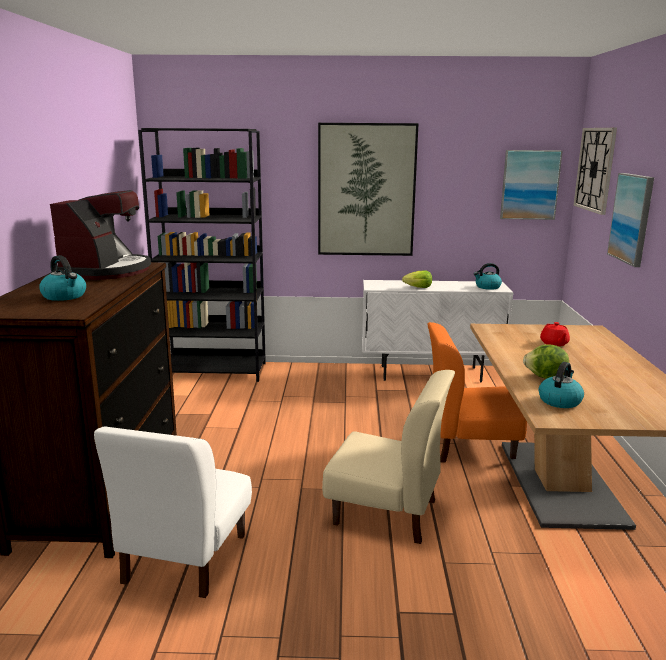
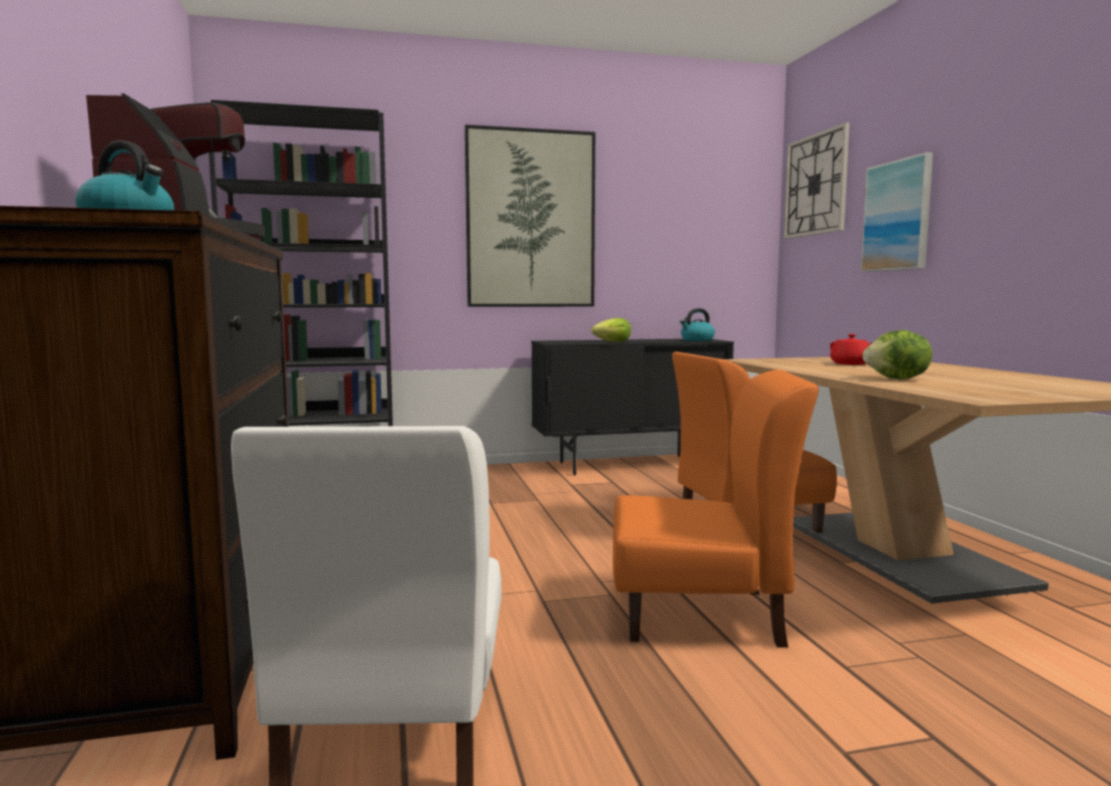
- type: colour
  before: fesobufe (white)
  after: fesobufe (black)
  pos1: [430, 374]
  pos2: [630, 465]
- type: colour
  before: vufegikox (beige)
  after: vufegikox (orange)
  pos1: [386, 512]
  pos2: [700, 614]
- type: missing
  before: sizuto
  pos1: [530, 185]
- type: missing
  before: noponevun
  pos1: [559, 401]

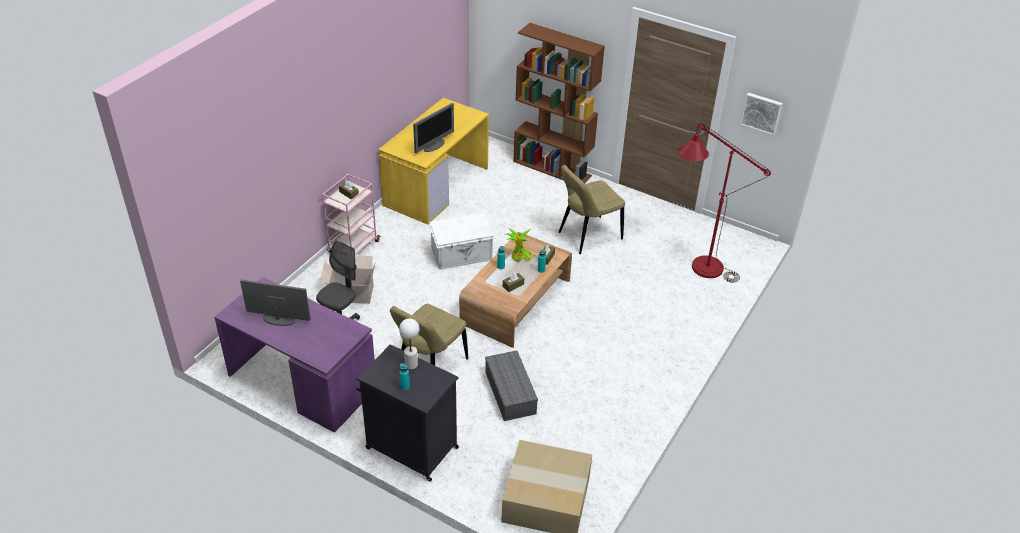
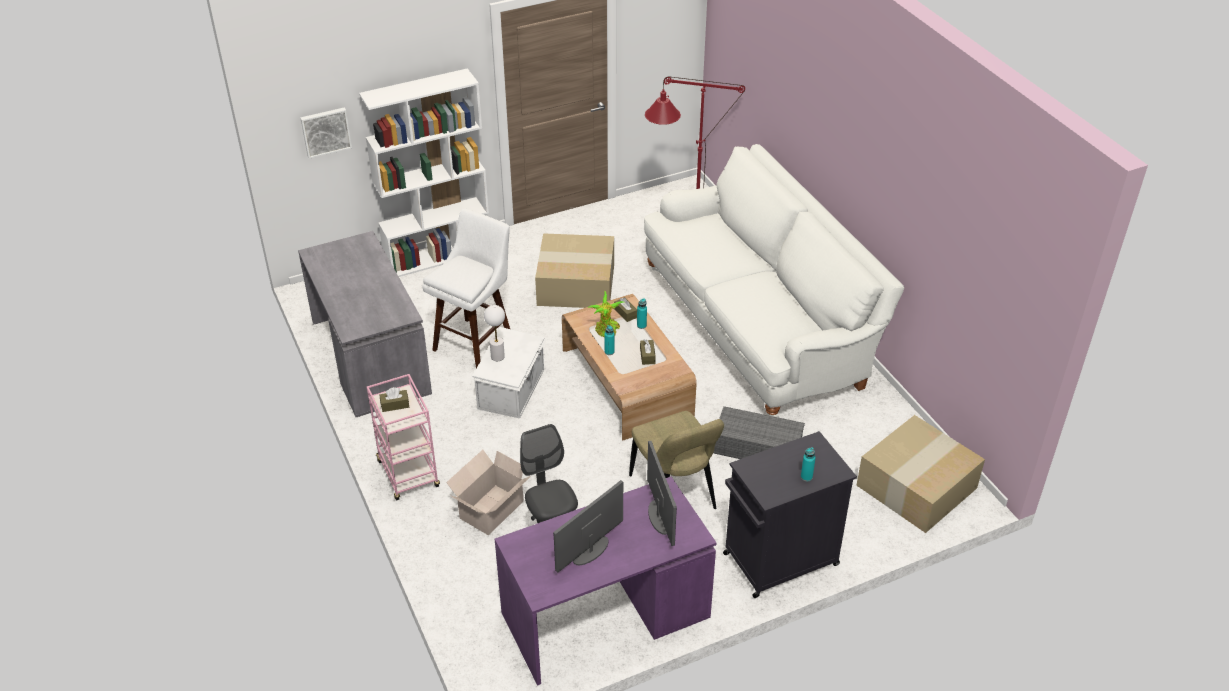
- type: colour
  before: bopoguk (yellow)
  after: bopoguk (grey)
  pos1: [436, 186]
  pos2: [369, 357]
- type: relocated
  before: sizuto
  pos1: [761, 113]
  pos2: [325, 131]
- type: colour
  before: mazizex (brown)
  after: mazizex (white)
  pos1: [552, 168]
  pos2: [438, 256]
- type: appeared
  after: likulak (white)
  pos2: [475, 342]
- type: relocated
  before: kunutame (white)
  pos1: [411, 364]
  pos2: [497, 356]
- type: exchanged
  before: vufegikox (beige)
  after: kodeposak
  pos1: [587, 236]
  pos2: [574, 285]
- type: appeared
  after: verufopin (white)
  pos2: [757, 325]
- type: relocated
  before: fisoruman
  pos1: [434, 145]
  pos2: [659, 517]

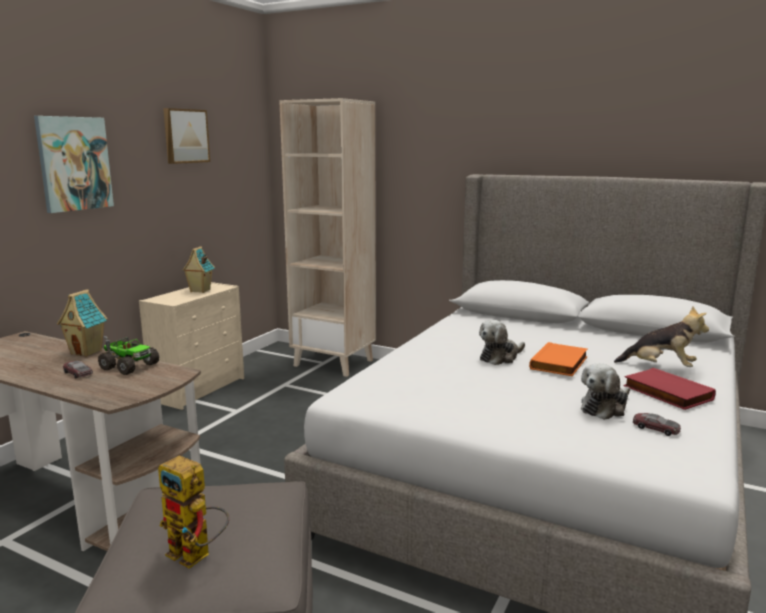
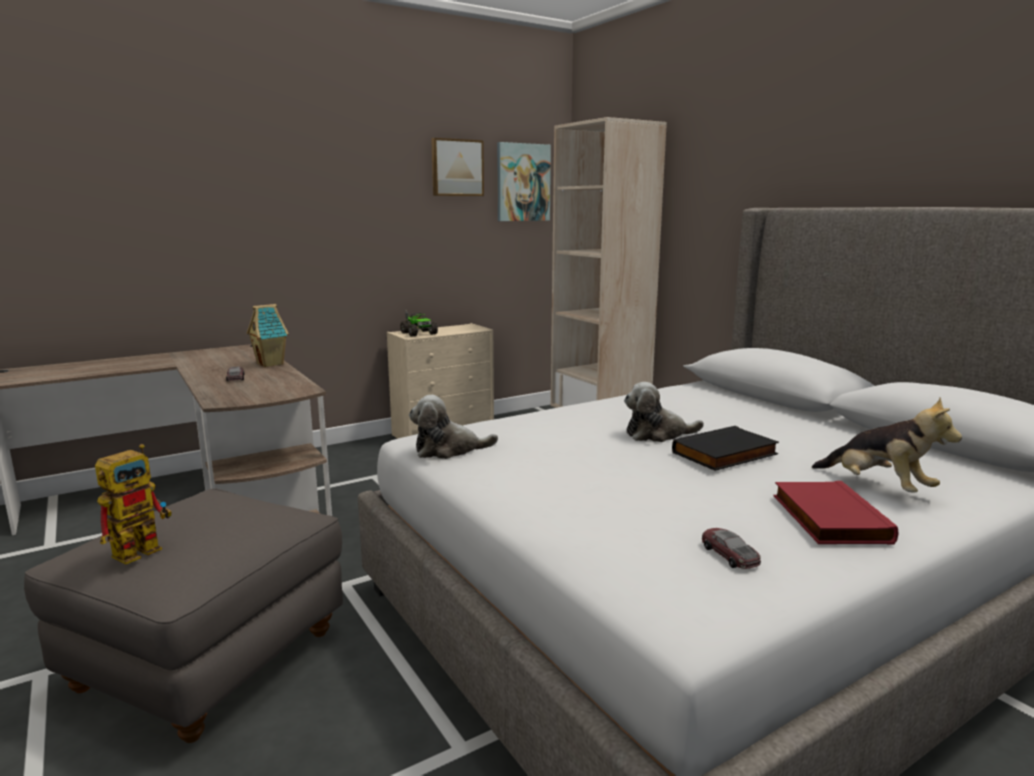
- type: spun
  before: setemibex
  pos1: [197, 556]
  pos2: [144, 548]
  turn: -120
- type: relocated
  before: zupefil
  pos1: [129, 366]
  pos2: [419, 333]
- type: relocated
  before: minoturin
  pos1: [605, 408]
  pos2: [448, 450]
- type: relocated
  before: sizuto
  pos1: [74, 163]
  pos2: [523, 182]
- type: colour
  before: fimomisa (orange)
  after: fimomisa (black)
  pos1: [560, 363]
  pos2: [725, 454]
- type: missing
  before: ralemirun
  pos1: [199, 291]

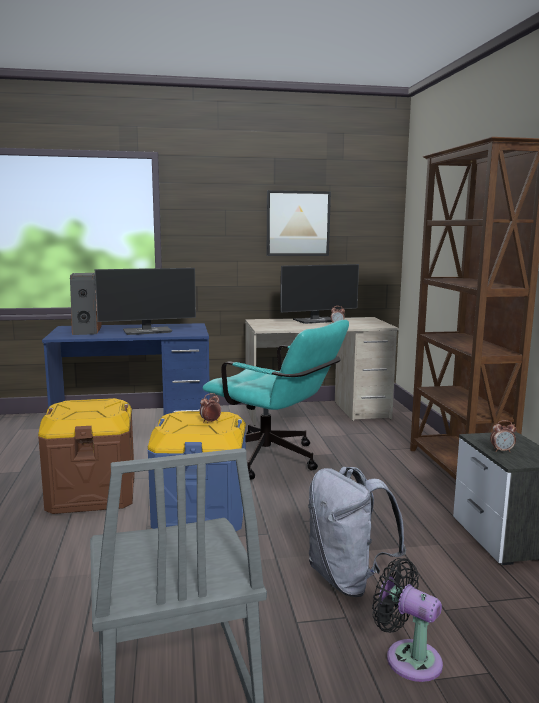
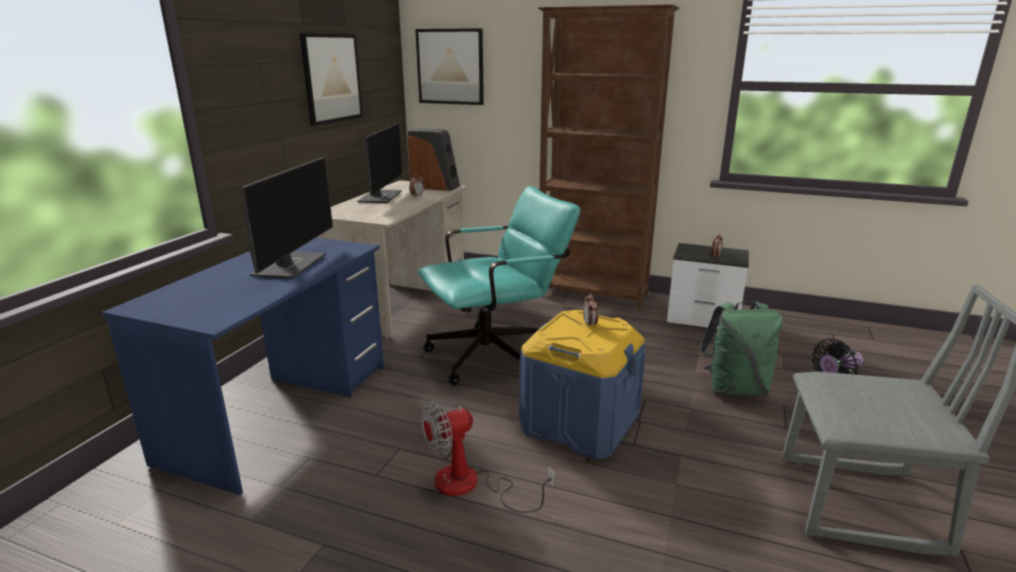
- type: relocated
  before: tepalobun
  pos1: [86, 330]
  pos2: [435, 186]
- type: appeared
  after: sizuto
  pos2: [450, 67]
- type: exchanged
  before: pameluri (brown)
  after: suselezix
  pos1: [92, 494]
  pos2: [471, 486]
- type: colour
  before: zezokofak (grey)
  after: zezokofak (green)
  pos1: [348, 579]
  pos2: [735, 388]

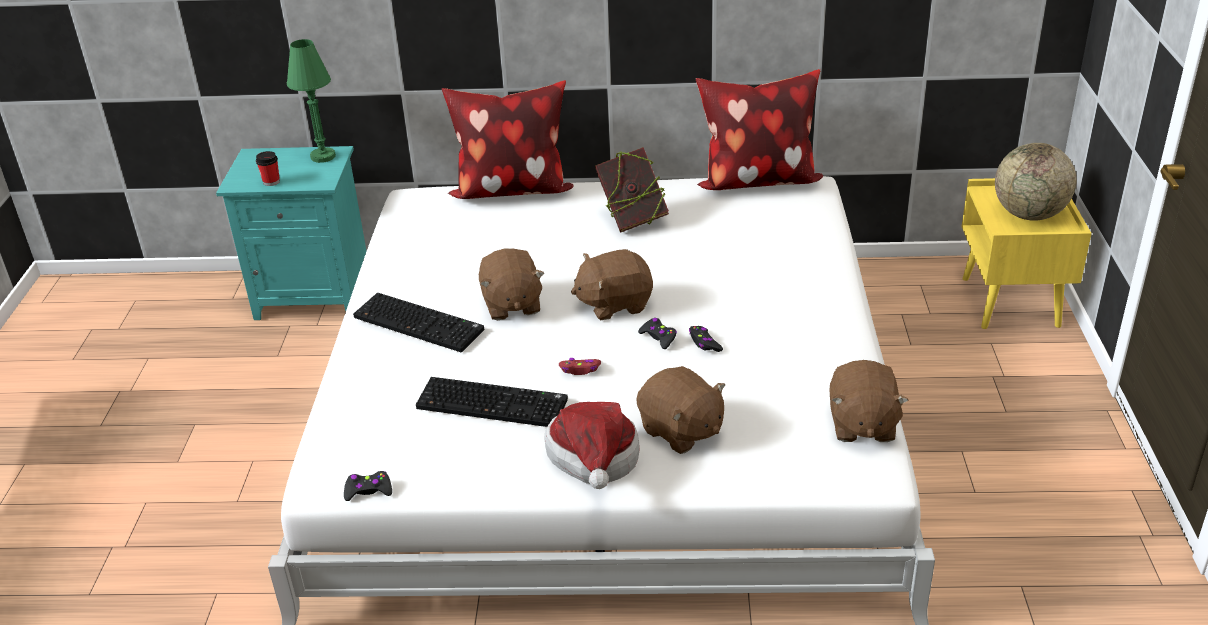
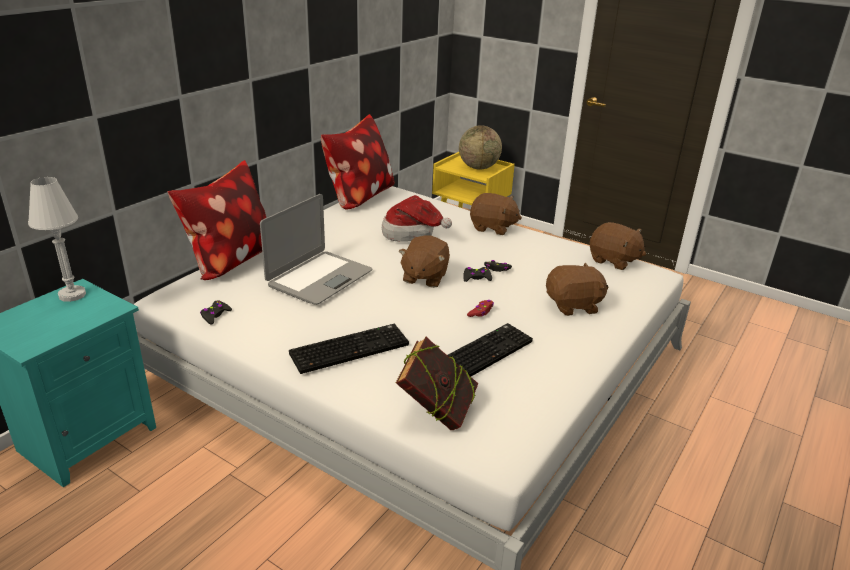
- type: colour
  before: kunutame (green)
  after: kunutame (white)
  pos1: [323, 156]
  pos2: [72, 295]
- type: relocated
  before: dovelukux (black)
  pos1: [368, 490]
  pos2: [215, 315]
- type: appeared
  after: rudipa
  pos2: [319, 278]
- type: relocated
  before: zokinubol
  pos1: [594, 462]
  pos2: [412, 233]
- type: relocated
  before: fimomisa
  pos1: [633, 220]
  pos2: [436, 413]
- type: relocated
  before: minoturin (brown)
  pos1: [511, 305]
  pos2: [492, 228]
- type: missing
  before: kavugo
  pos1: [271, 182]

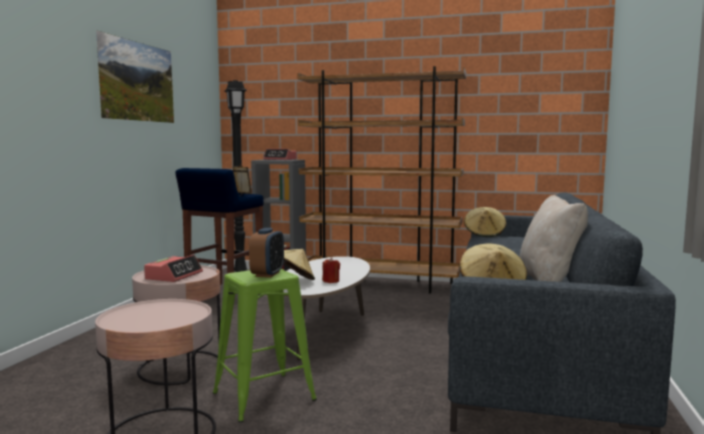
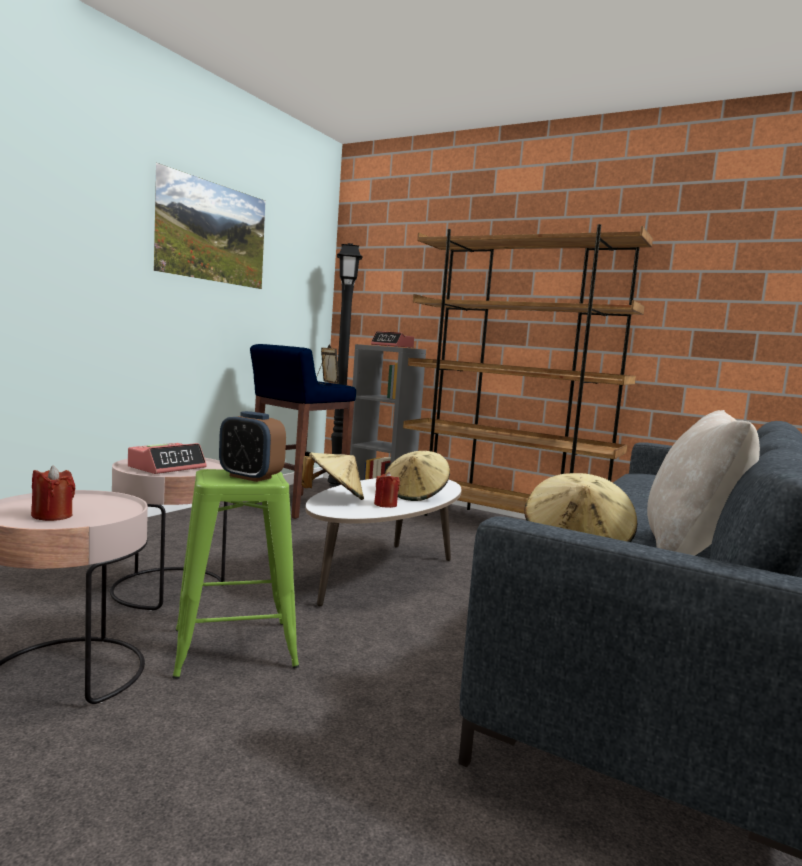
- type: appeared
  after: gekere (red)
  pos2: [52, 516]
- type: spun
  before: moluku
  pos1: [267, 274]
  pos2: [250, 477]
  turn: 90
- type: relocated
  before: zokinubol (beige)
  pos1: [484, 234]
  pos2: [415, 495]

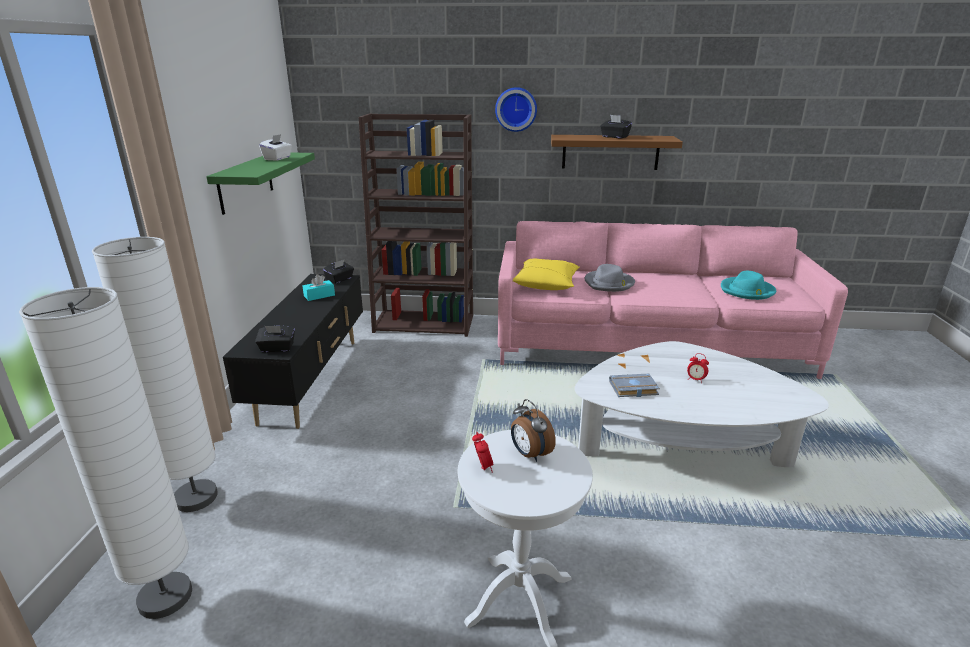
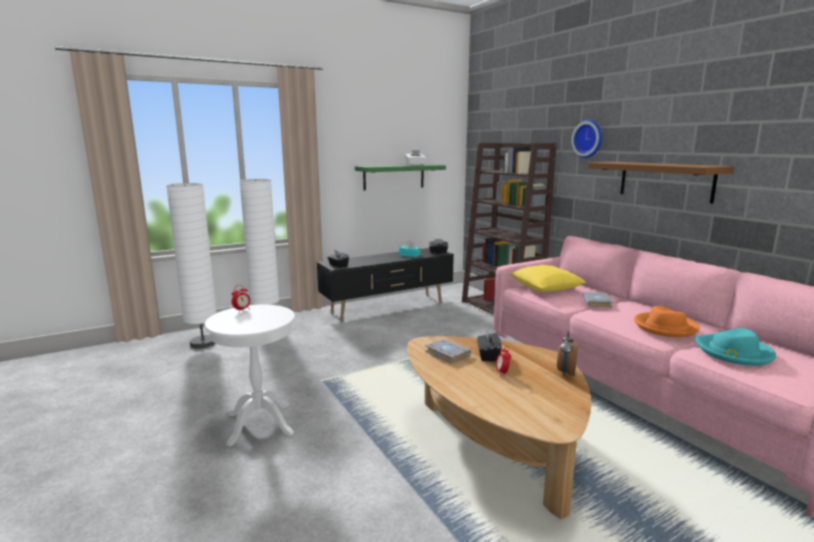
- type: colour
  before: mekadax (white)
  after: mekadax (brown)
  pos1: [681, 450]
  pos2: [494, 446]
- type: relocated
  before: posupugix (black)
  pos1: [614, 137]
  pos2: [488, 355]
- type: relocated
  before: moluku
  pos1: [529, 454]
  pos2: [565, 373]
- type: exchanged
  before: zokinubol (grey)
  after: fimomisa (grey)
  pos1: [609, 283]
  pos2: [598, 303]
- type: appeared
  after: zokinubol (orange)
  pos2: [665, 327]

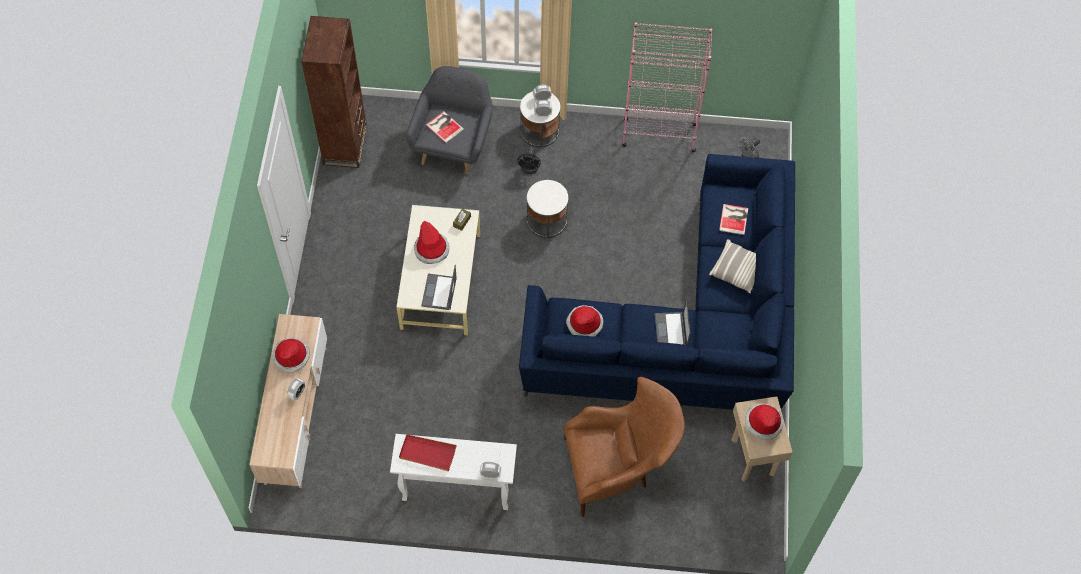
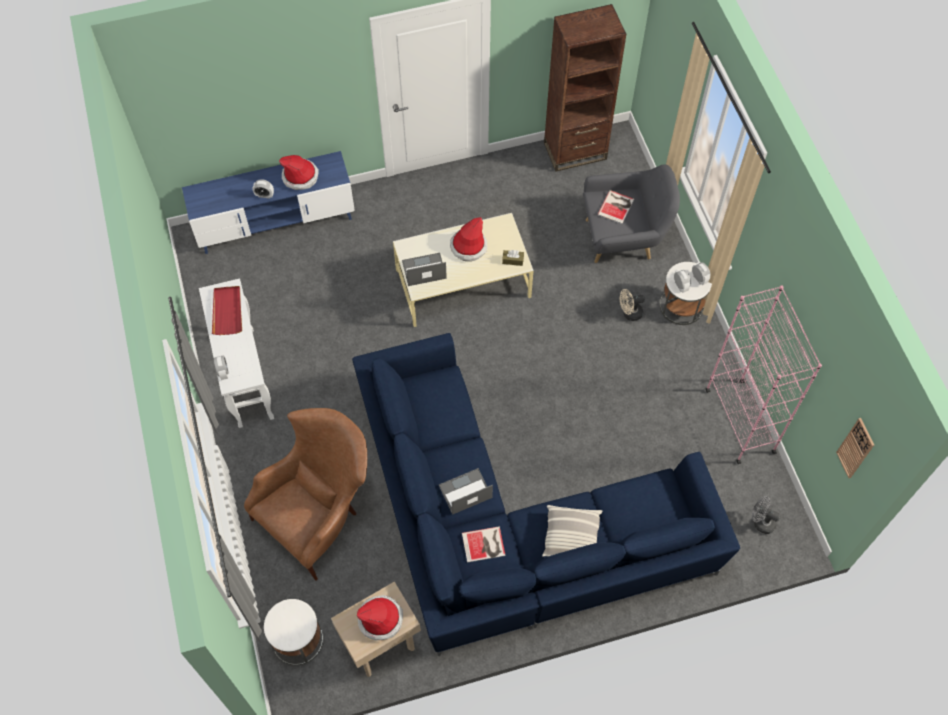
- type: colour
  before: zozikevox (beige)
  after: zozikevox (blue)
  pos1: [295, 414]
  pos2: [275, 222]
- type: spun
  before: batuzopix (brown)
  pos1: [618, 468]
  pos2: [319, 513]
  turn: -105
- type: relocated
  before: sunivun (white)
  pos1: [547, 220]
  pos2: [297, 640]
- type: relocated
  before: fimomisa
  pos1: [734, 219]
  pos2: [484, 545]
- type: colour
  before: suselezix (black)
  after: suselezix (beige)
  pos1: [529, 169]
  pos2: [629, 313]
- type: appeared
  after: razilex
  pos2: [855, 448]
- type: missing
  before: zokinubol
  pos1: [584, 324]

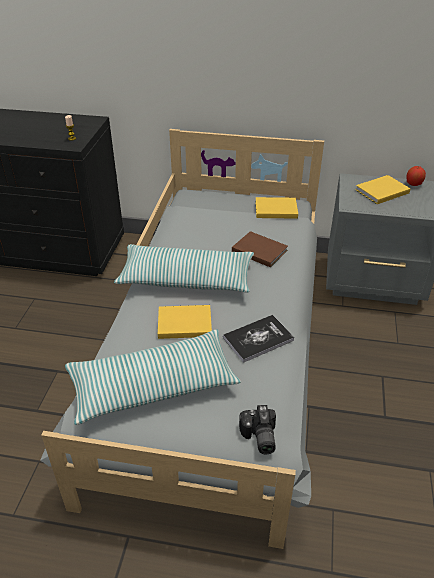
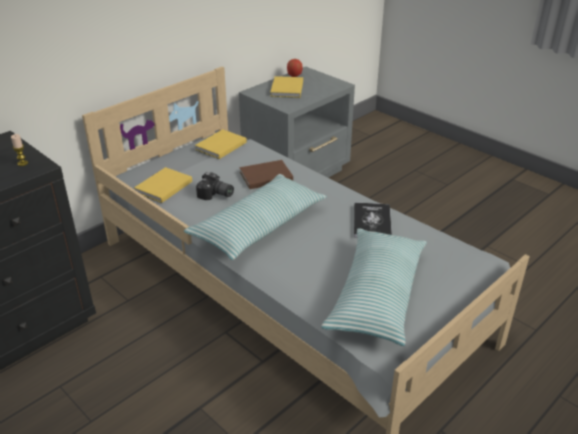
- type: relocated
  before: fimomisa (yellow)
  pos1: [183, 323]
  pos2: [162, 187]
- type: relocated
  before: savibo
  pos1: [258, 437]
  pos2: [215, 195]

